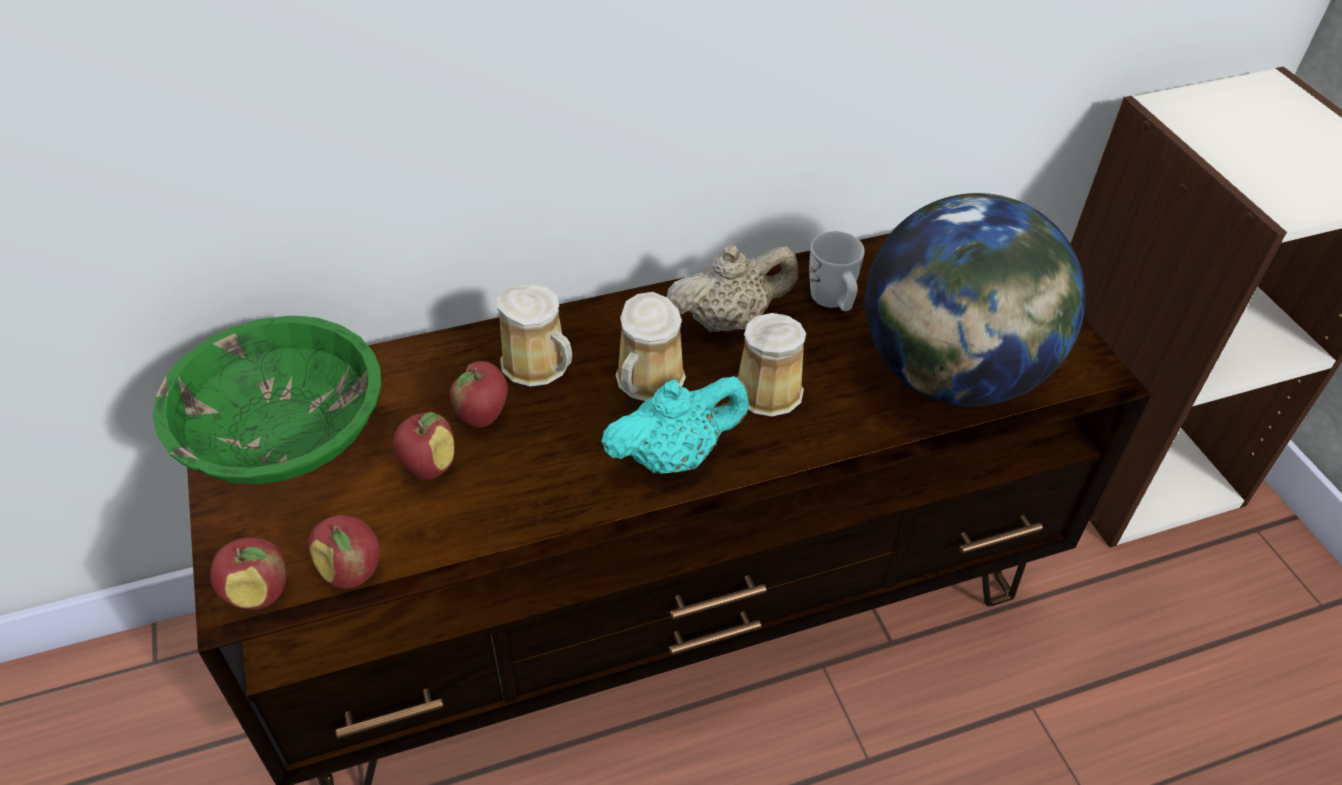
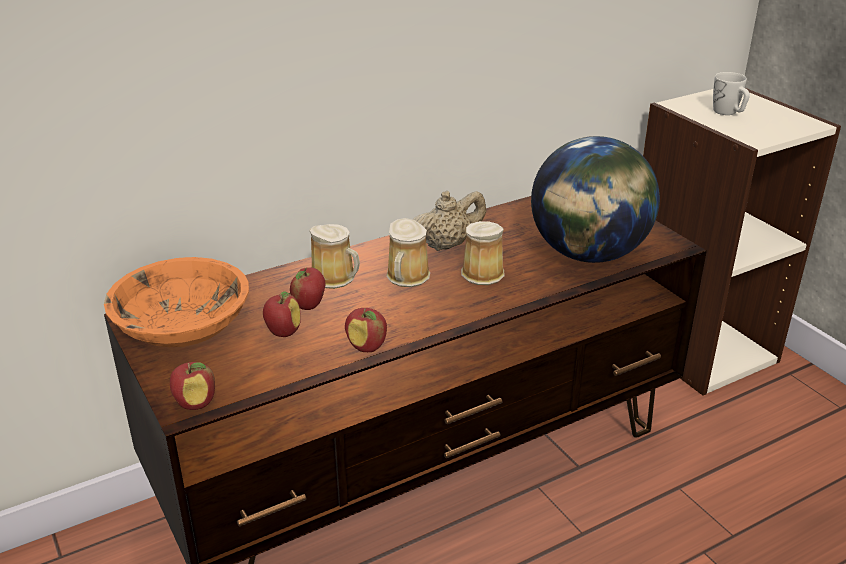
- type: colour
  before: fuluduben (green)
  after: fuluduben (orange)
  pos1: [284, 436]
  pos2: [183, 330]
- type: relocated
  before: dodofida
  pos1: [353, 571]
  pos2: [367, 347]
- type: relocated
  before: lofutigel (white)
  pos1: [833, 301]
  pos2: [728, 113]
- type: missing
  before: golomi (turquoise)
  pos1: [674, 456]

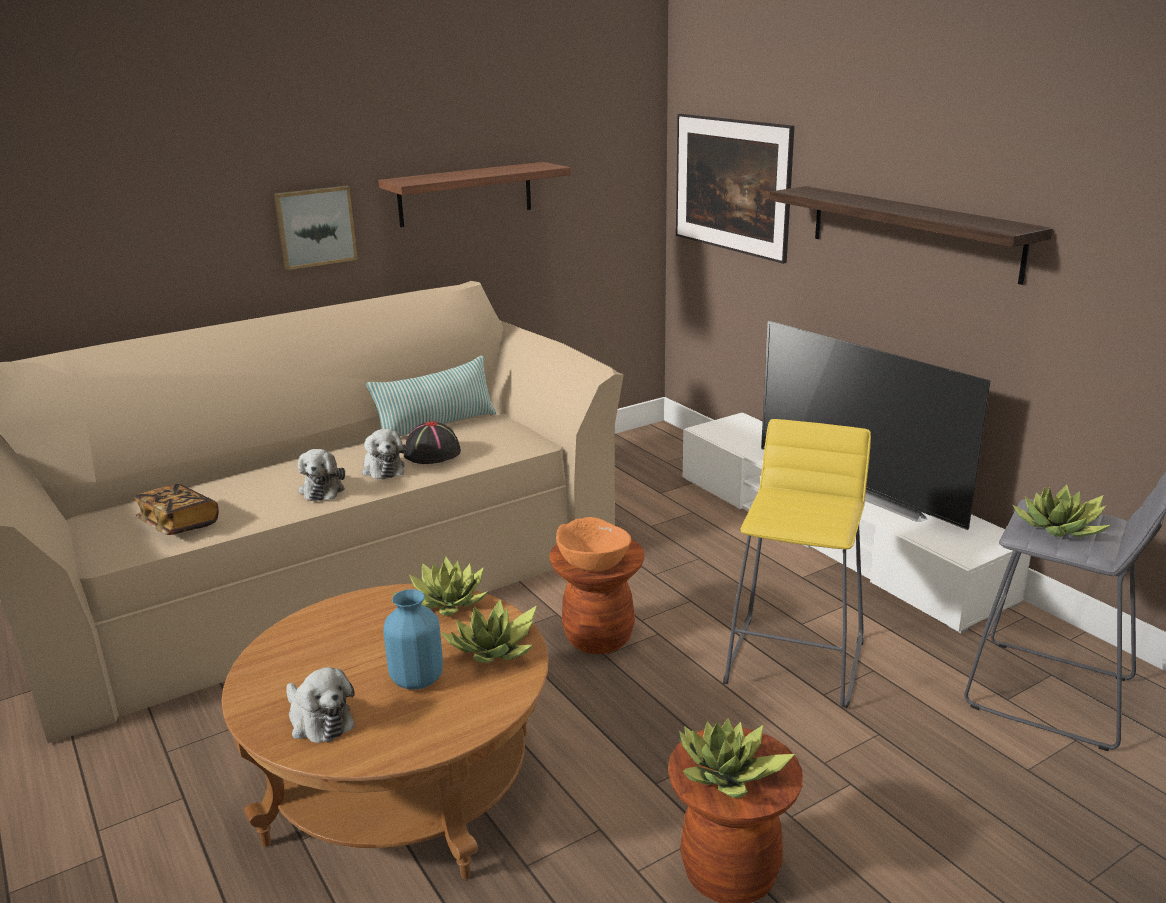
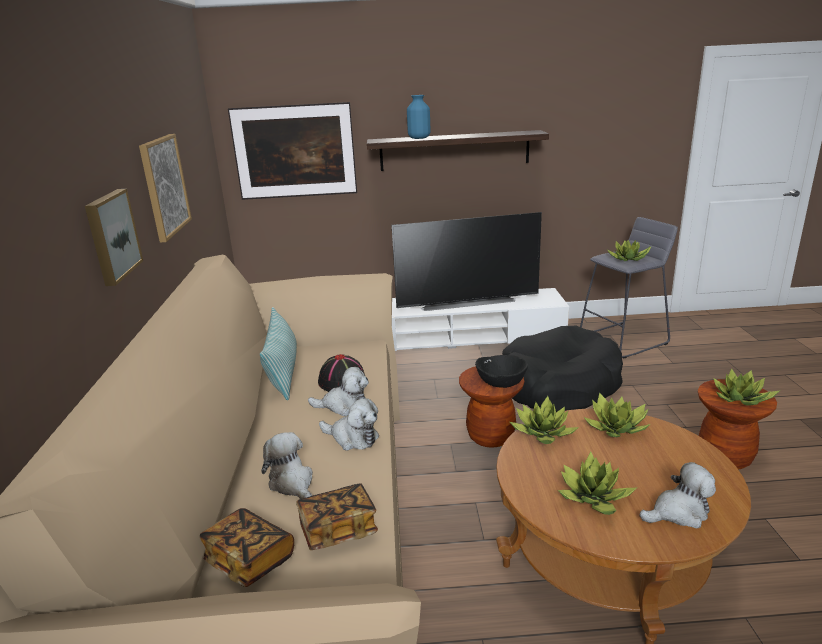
- type: exchanged
  before: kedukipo
  after: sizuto
  pos1: [465, 194]
  pos2: [164, 186]
- type: appeared
  after: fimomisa
  pos2: [249, 559]
- type: appeared
  after: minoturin
  pos2: [292, 483]
- type: relocated
  before: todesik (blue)
  pos1: [417, 679]
  pos2: [418, 138]
- type: colour
  before: fuluduben (orange)
  after: fuluduben (black)
  pos1: [593, 561]
  pos2: [501, 382]
- type: exchanged
  before: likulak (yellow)
  after: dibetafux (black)
  pos1: [795, 660]
  pos2: [559, 385]
- type: appeared
  after: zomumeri
  pos2: [594, 498]

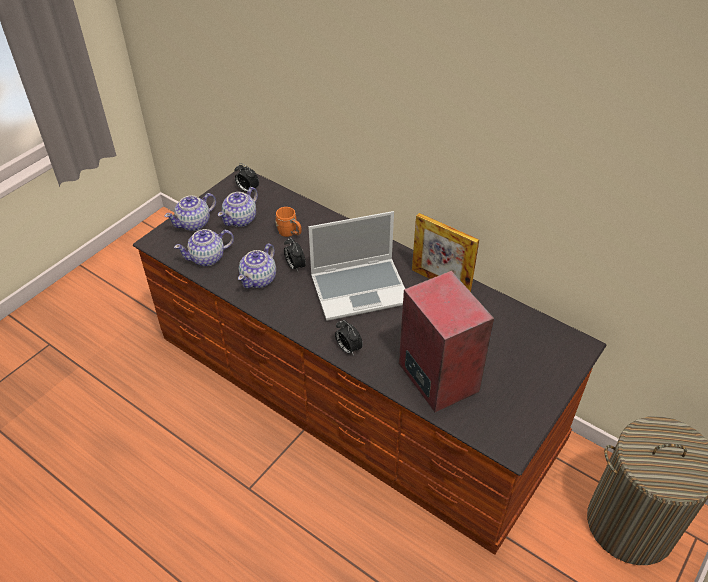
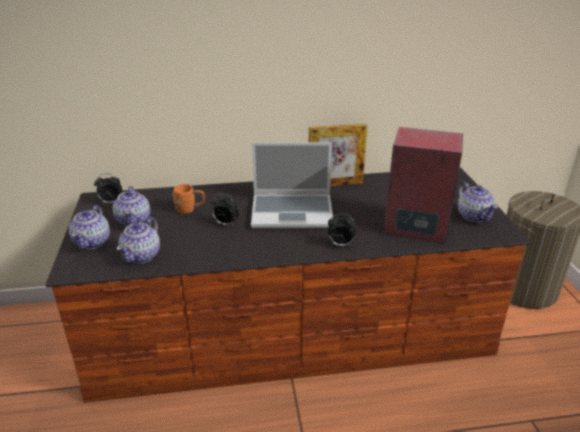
- type: spun
  before: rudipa
  pos1: [360, 289]
  pos2: [293, 212]
  turn: 60
- type: relocated
  before: golomi
  pos1: [259, 279]
  pos2: [474, 216]

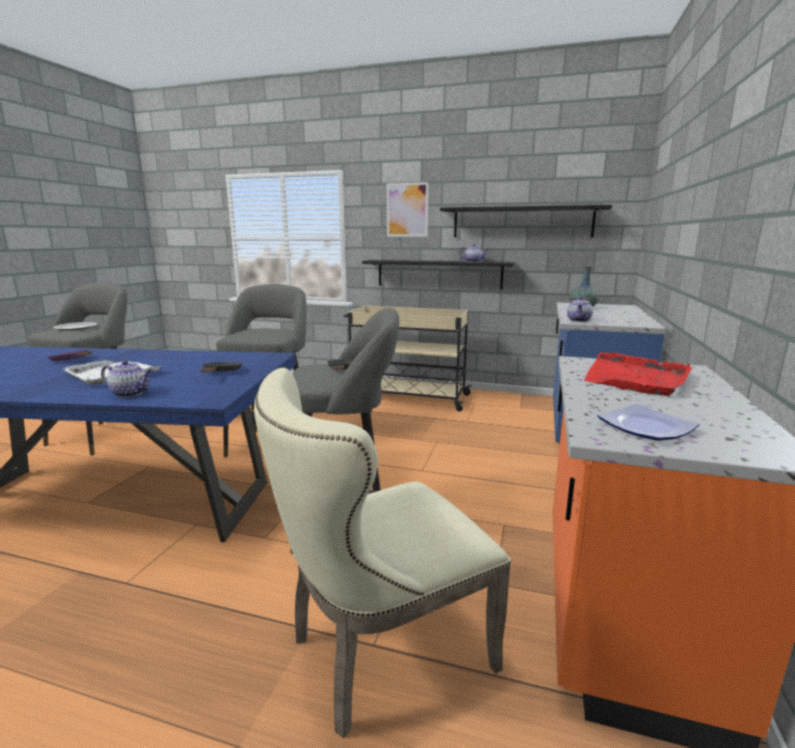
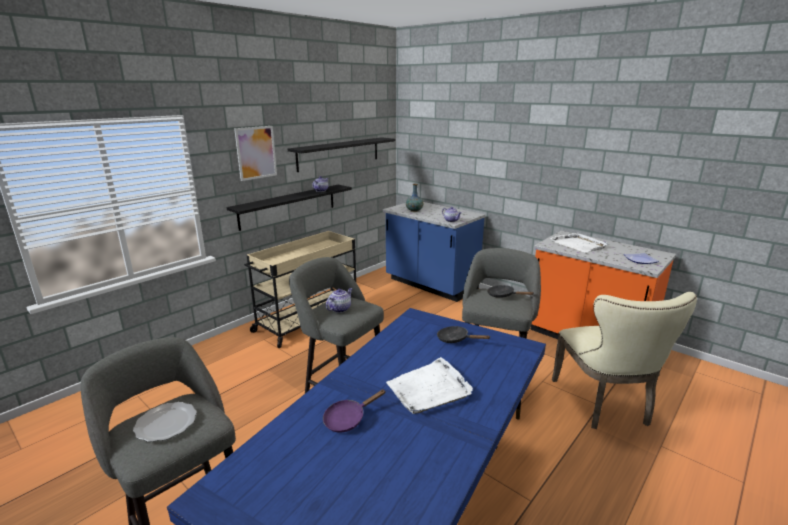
- type: relocated
  before: golomi
  pos1: [131, 393]
  pos2: [340, 309]
- type: colour
  before: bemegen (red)
  after: bemegen (white)
  pos1: [635, 378]
  pos2: [578, 244]

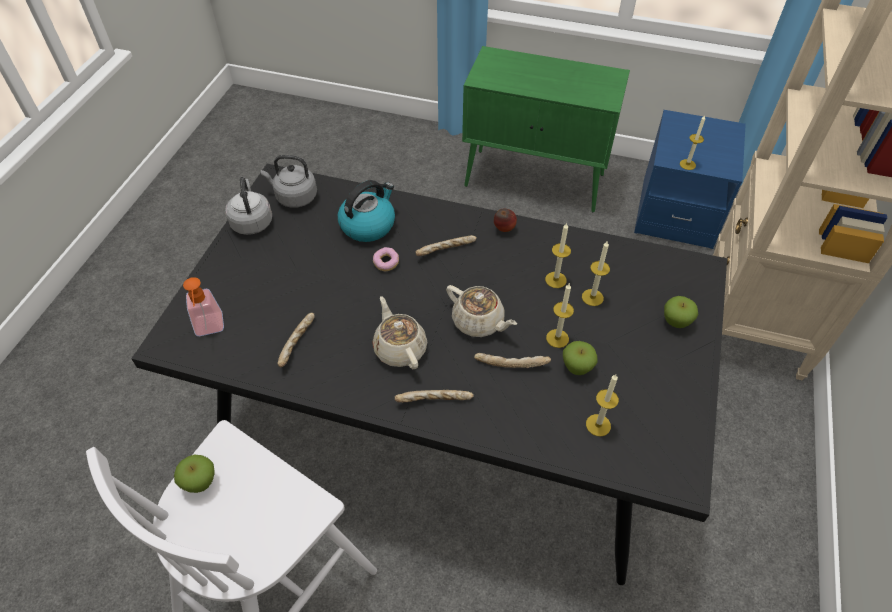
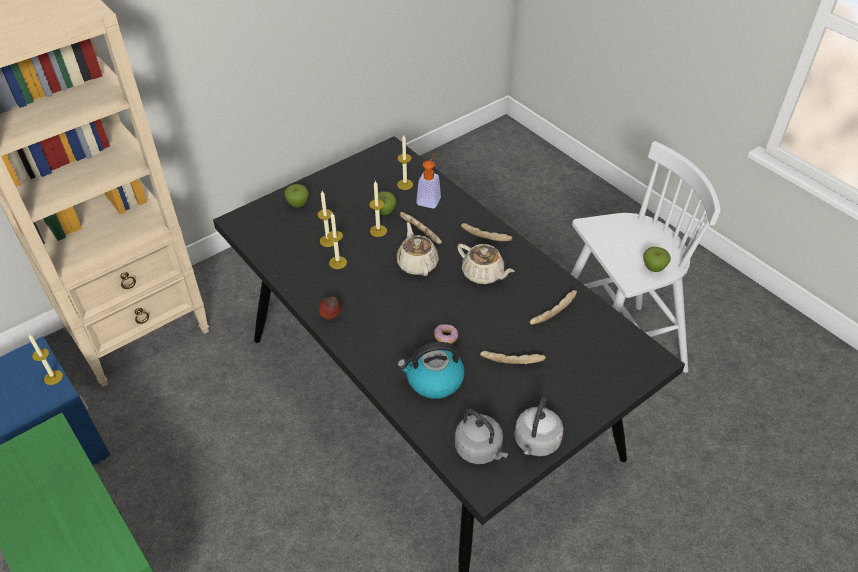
- type: relocated
  before: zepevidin
  pos1: [210, 329]
  pos2: [430, 198]
- type: spun
  before: golomi (beige)
  pos1: [400, 348]
  pos2: [483, 274]
  turn: -60
- type: relocated
  before: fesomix
  pos1: [446, 250]
  pos2: [512, 360]

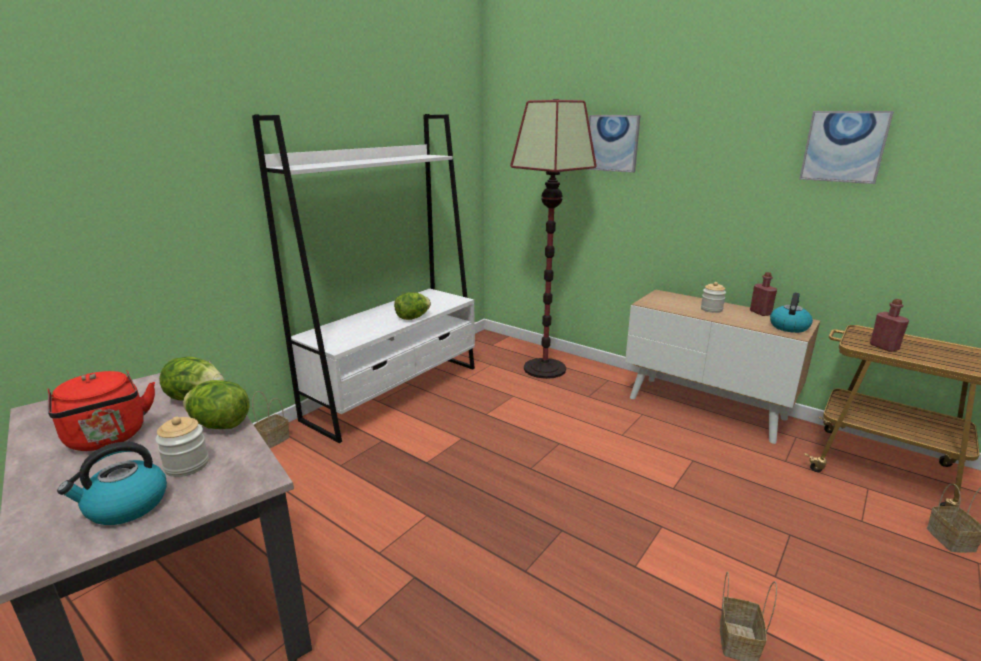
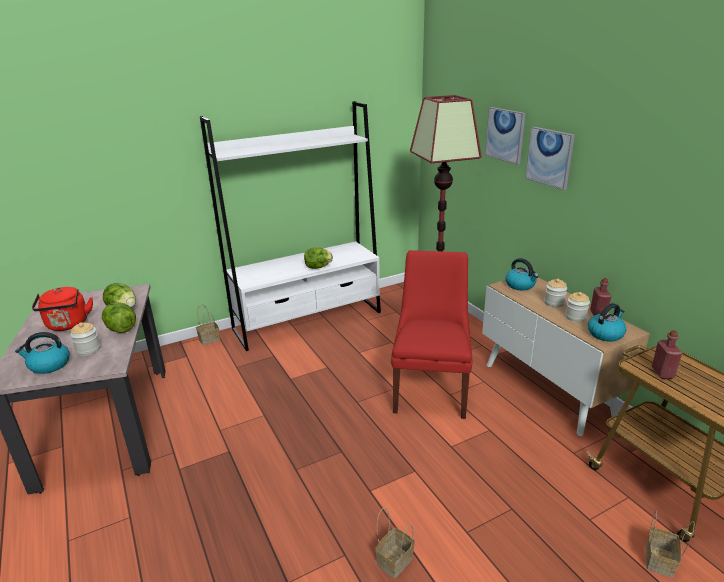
- type: appeared
  after: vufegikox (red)
  pos2: [430, 388]
- type: appeared
  after: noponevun
  pos2: [520, 285]
- type: relocated
  before: sizuto
  pos1: [844, 146]
  pos2: [549, 157]
- type: appeared
  after: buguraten
  pos2: [575, 317]

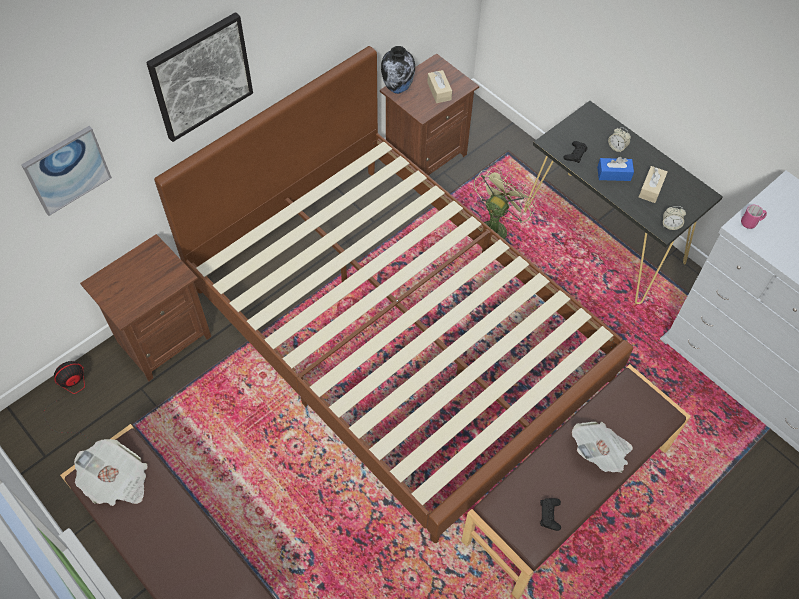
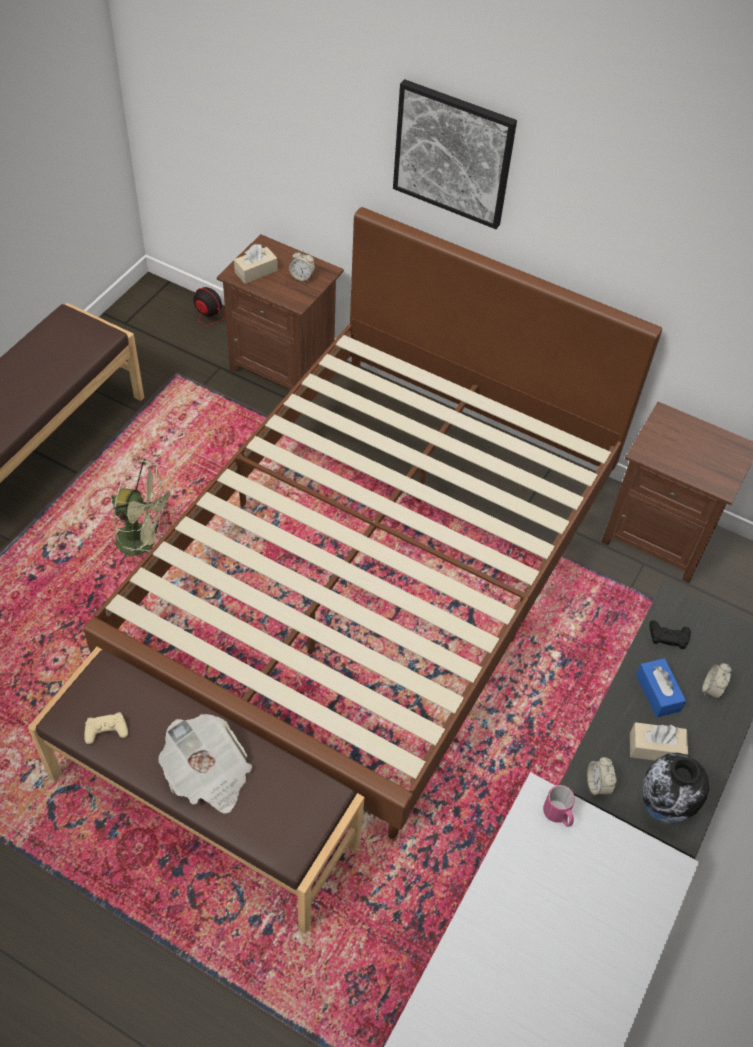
- type: colour
  before: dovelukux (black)
  after: dovelukux (beige)
  pos1: [550, 515]
  pos2: [106, 730]
- type: relocated
  before: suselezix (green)
  pos1: [495, 227]
  pos2: [145, 541]
- type: relocated
  before: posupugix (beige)
  pos1: [439, 91]
  pos2: [256, 271]
- type: appeared
  after: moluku
  pos2: [302, 277]
- type: relocated
  before: todesik
  pos1: [398, 89]
  pos2: [662, 808]
- type: missing
  before: sizuto
  pos1: [67, 170]
- type: missing
  before: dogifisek
  pos1: [117, 481]

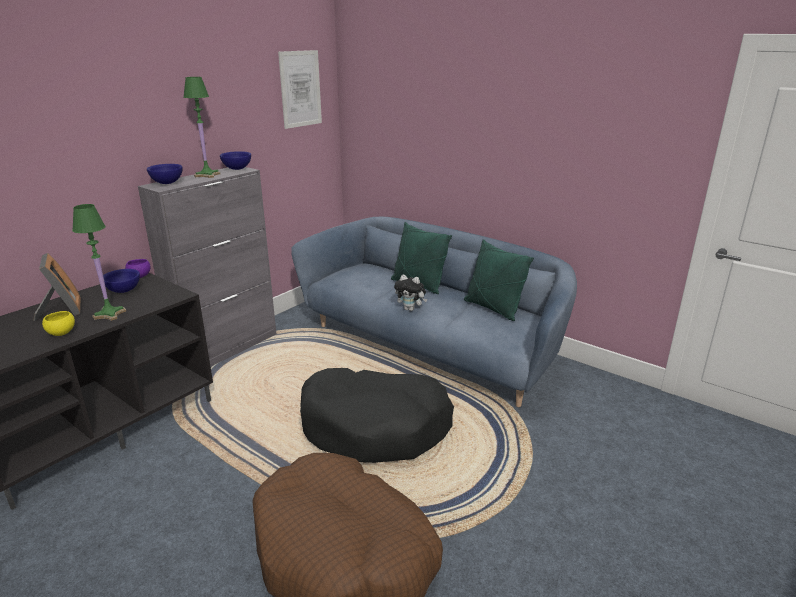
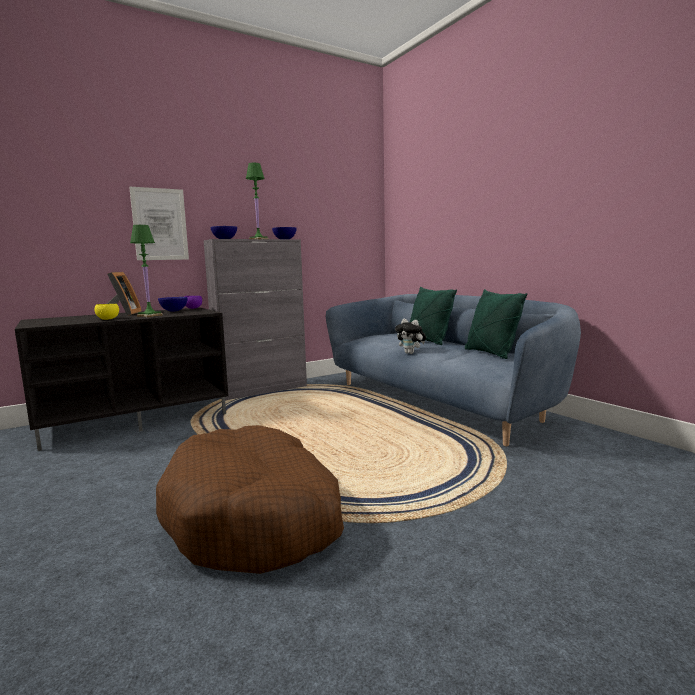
- type: relocated
  before: sizuto
  pos1: [300, 89]
  pos2: [160, 224]
- type: missing
  before: dibetafux (black)
  pos1: [375, 427]

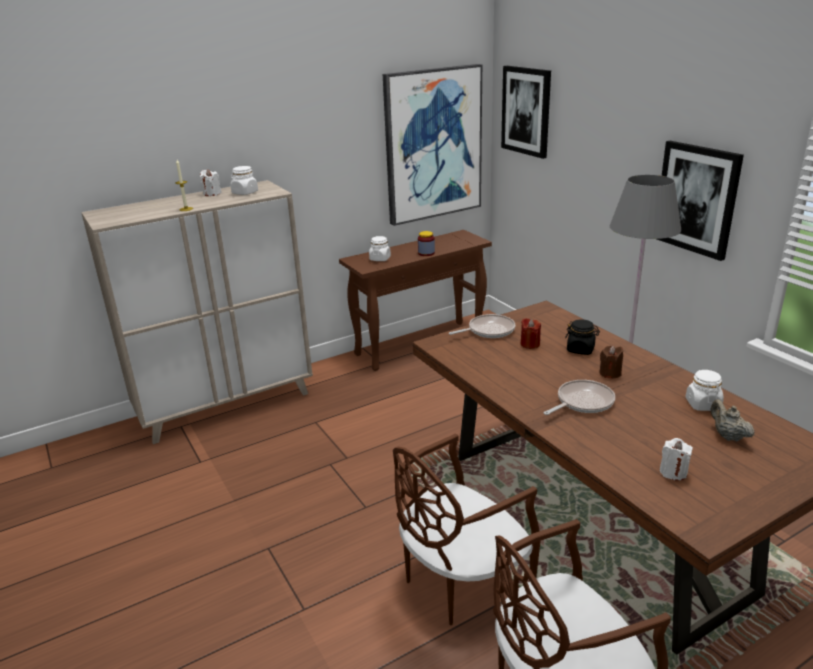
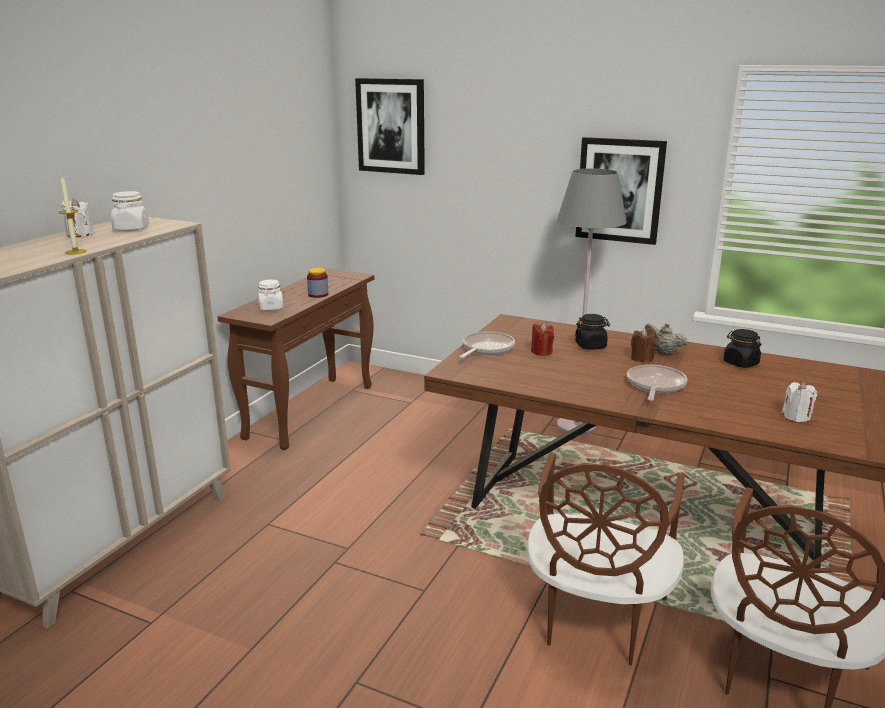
- type: relocated
  before: golomi (beige)
  pos1: [727, 436]
  pos2: [663, 352]
- type: colour
  before: buguraten (white)
  after: buguraten (black)
  pos1: [702, 404]
  pos2: [740, 363]
- type: missing
  before: sizuto
  pos1: [433, 144]

